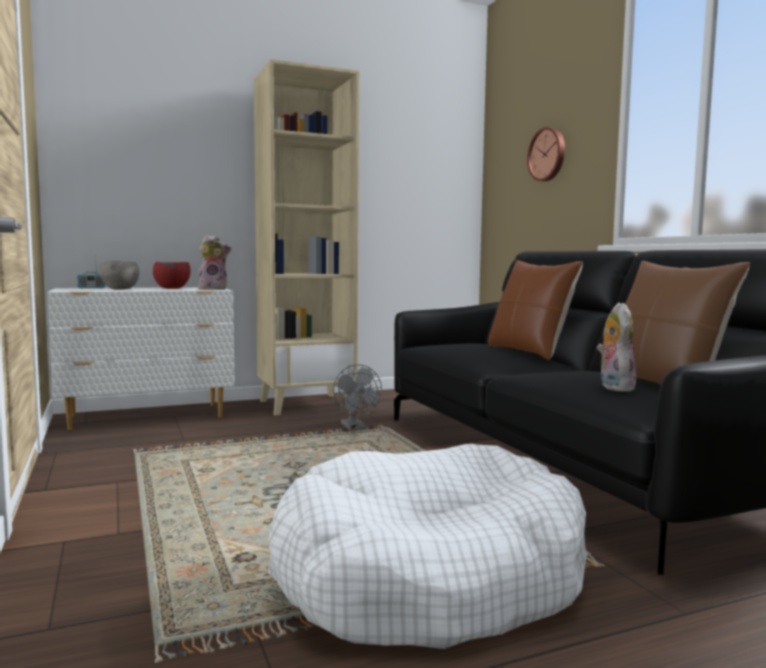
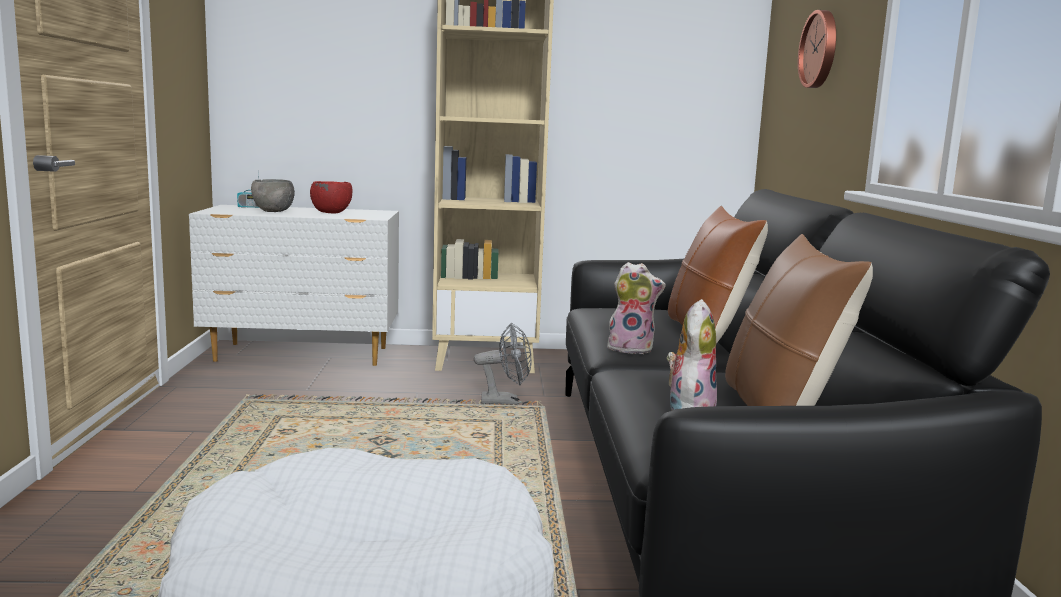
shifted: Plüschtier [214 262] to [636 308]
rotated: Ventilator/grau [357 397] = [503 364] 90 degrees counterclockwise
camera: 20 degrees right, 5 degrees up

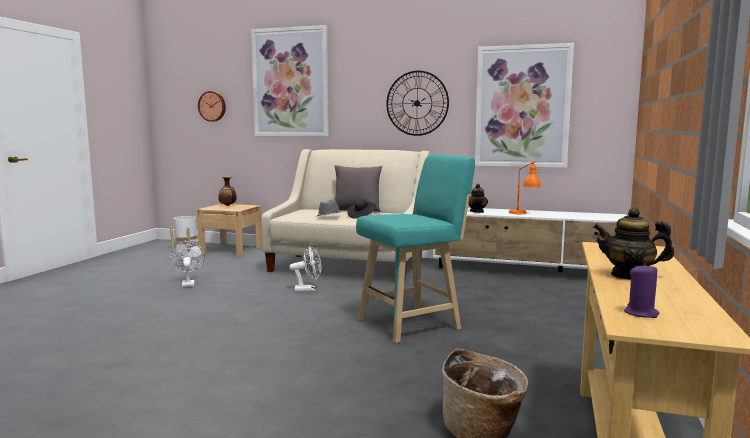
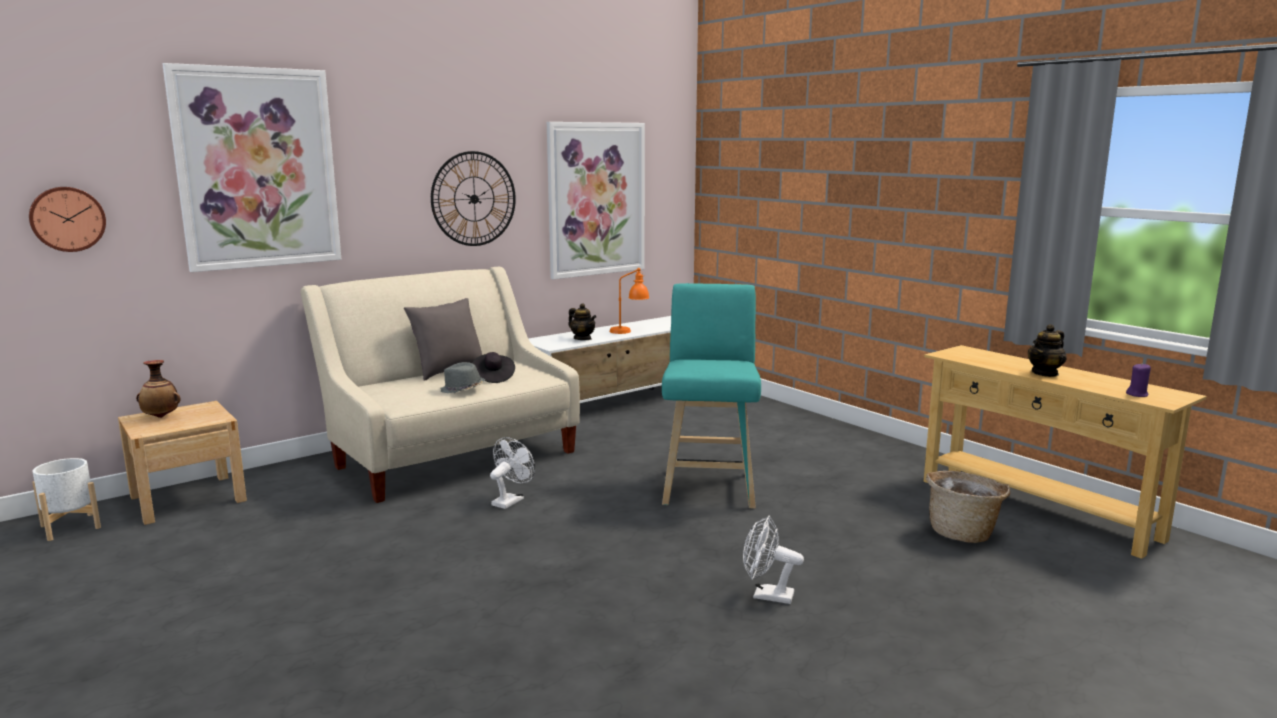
shifted: Ventilator/weiß [187 264] to [773 560]
camera: 55 degrees left, 5 degrees up

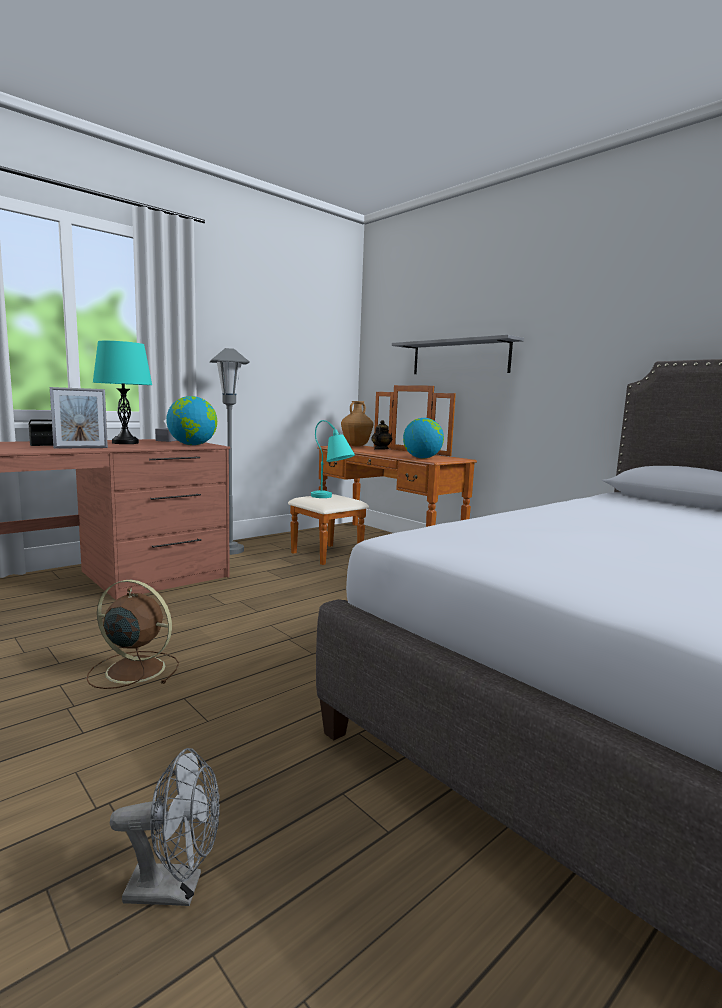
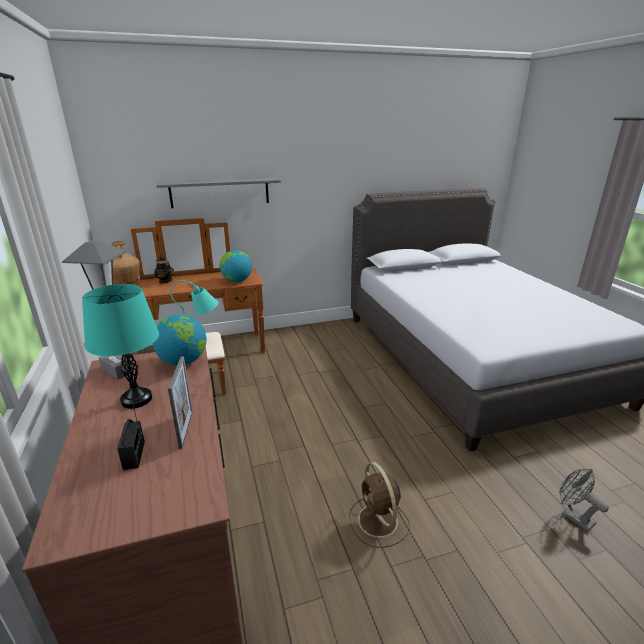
rotated: Ventilator/braun [133 634] = [379 505] 60 degrees counterclockwise; Ventilator/grau [165 827] = [584 500] 60 degrees counterclockwise
camera: 65 degrees left, 15 degrees up

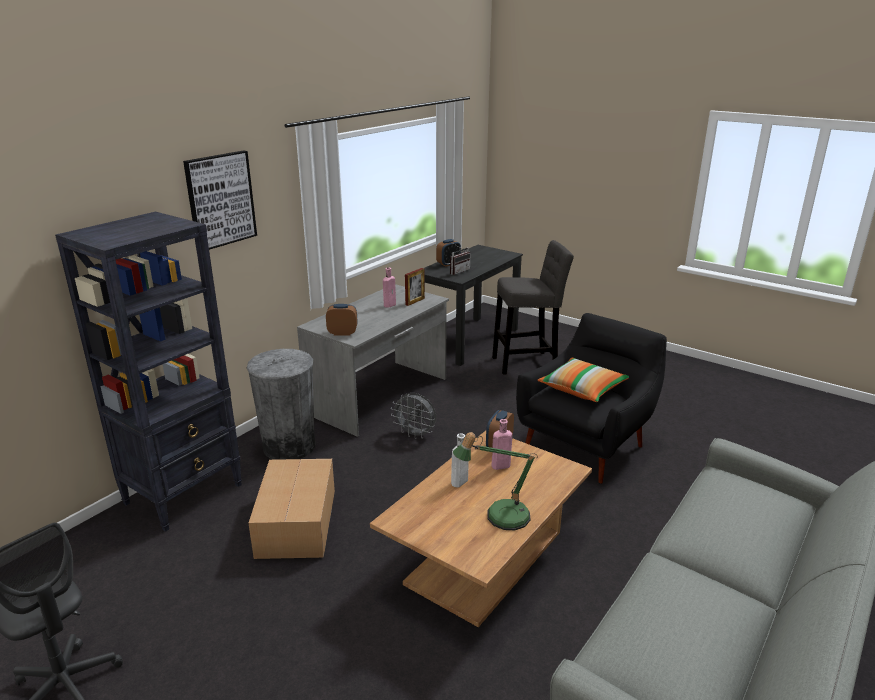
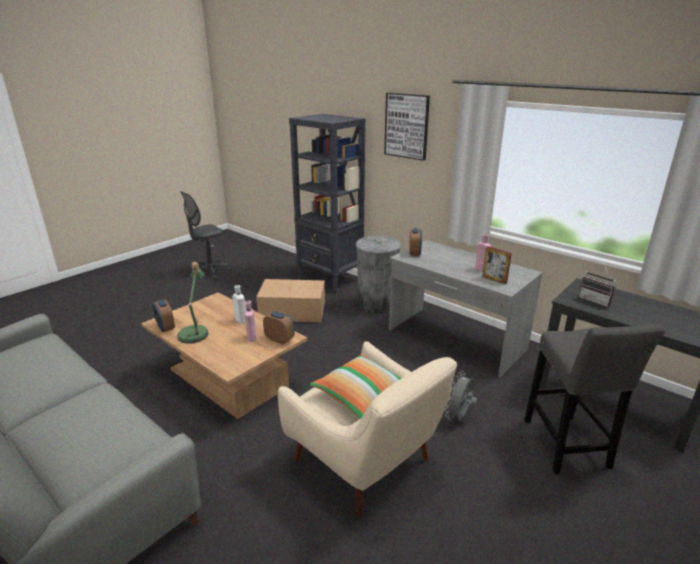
shifted: Wecker [448 252] to [163 315]; Ventilator/grau [413 416] to [461 395]
repainted: Sessel/schwarz [591 398] to Sessel/beige [367 429]
camera: 95 degrees right, 0 degrees up

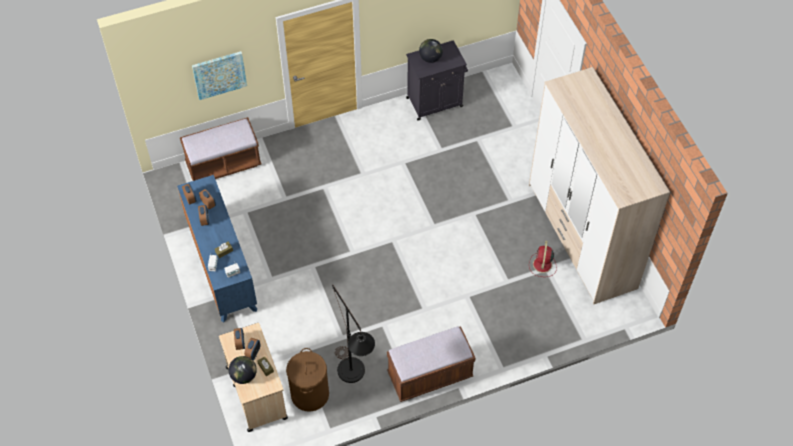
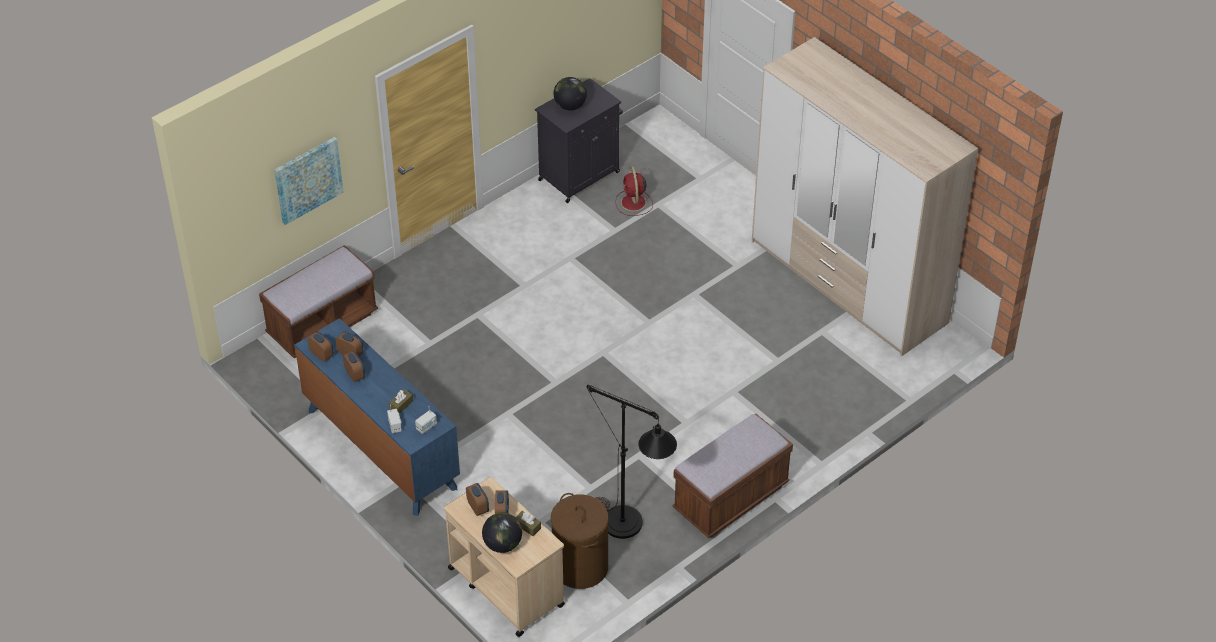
shifted: Ventilator/rot [543 259] to [634 191]
camera: 20 degrees left, 10 degrees down

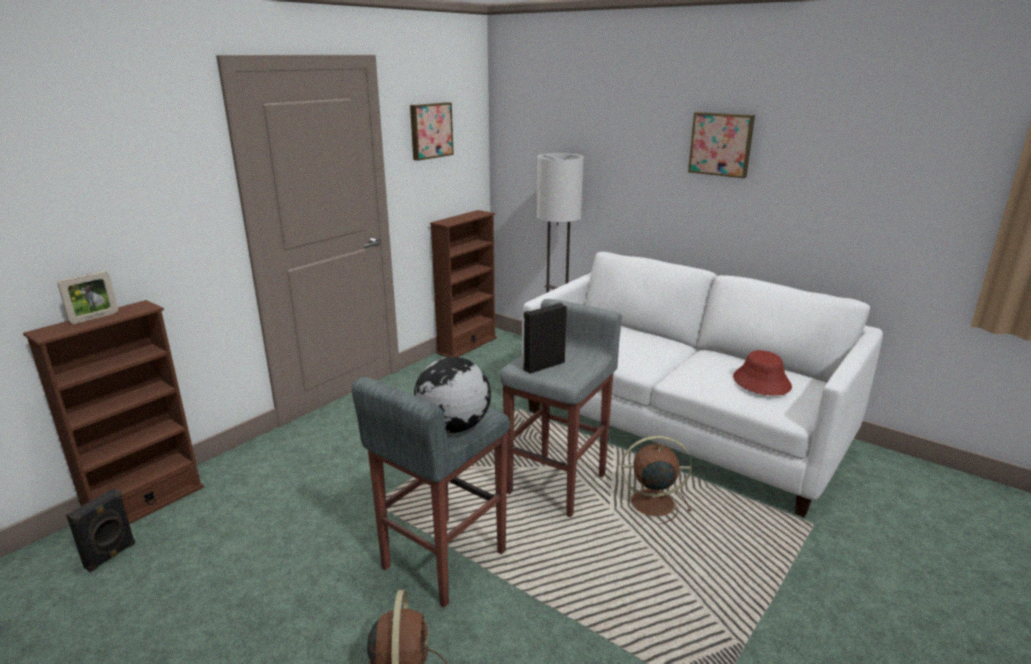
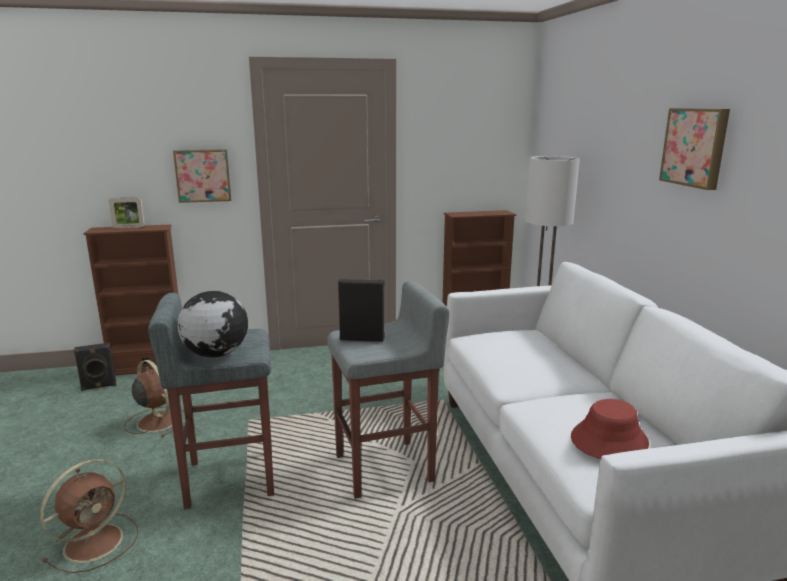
shifted: Bild [432 131] to [202 176]; Ventilator/braun [656 480] to [155 398]
camera: 40 degrees right, 5 degrees down

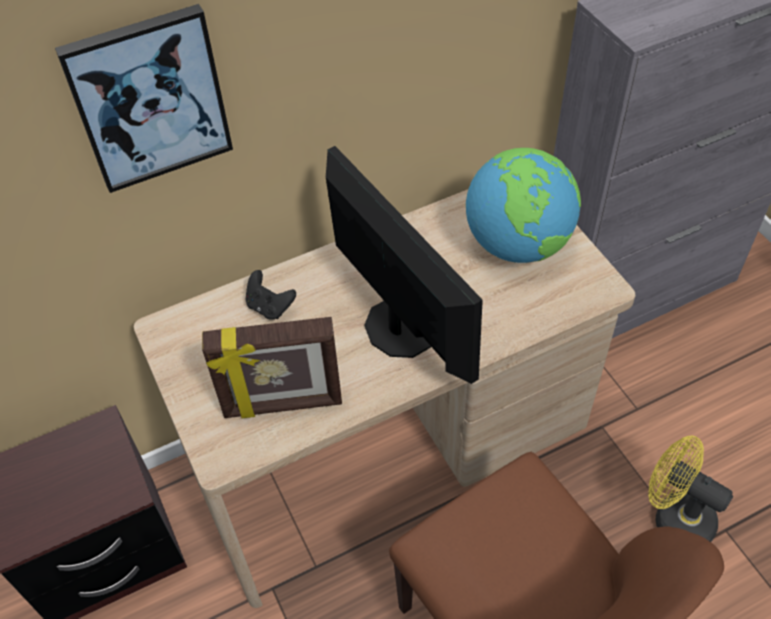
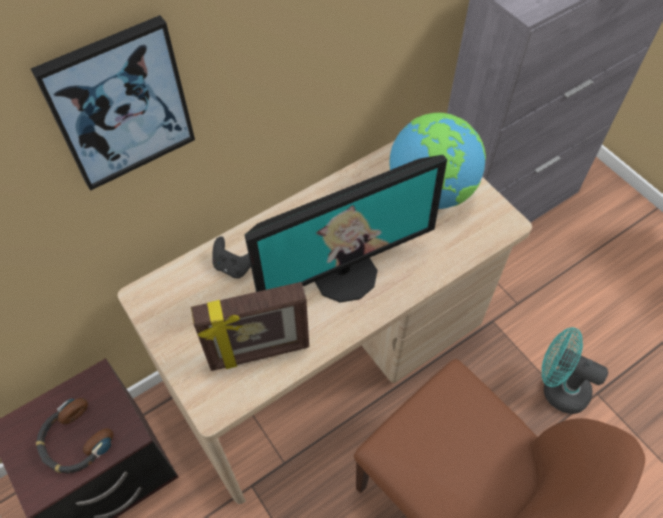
new: Kopfhörer [74 436]
repainted: Ventilator/gelb [690 489] to Ventilator/türkis [575 370]
rotated: Monitor [404 265] = [346 229] 105 degrees clockwise
camera: 10 degrees left, 5 degrees up

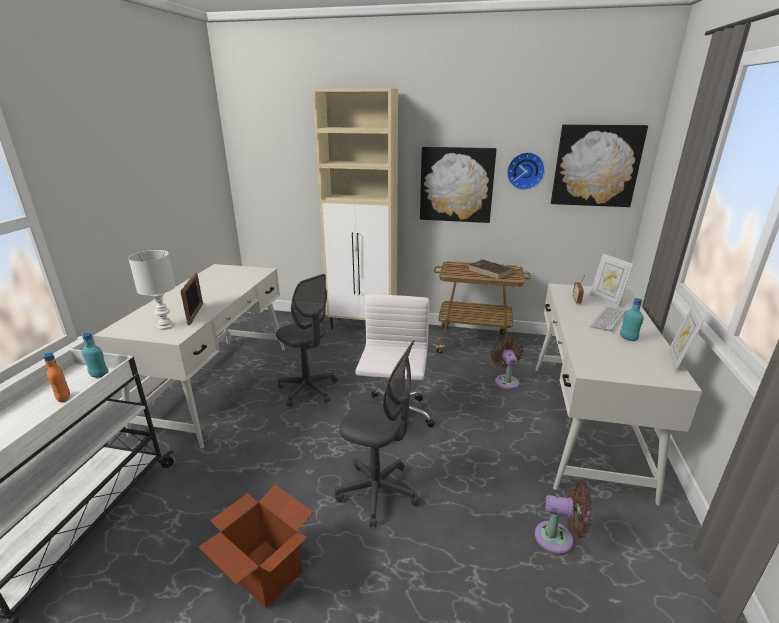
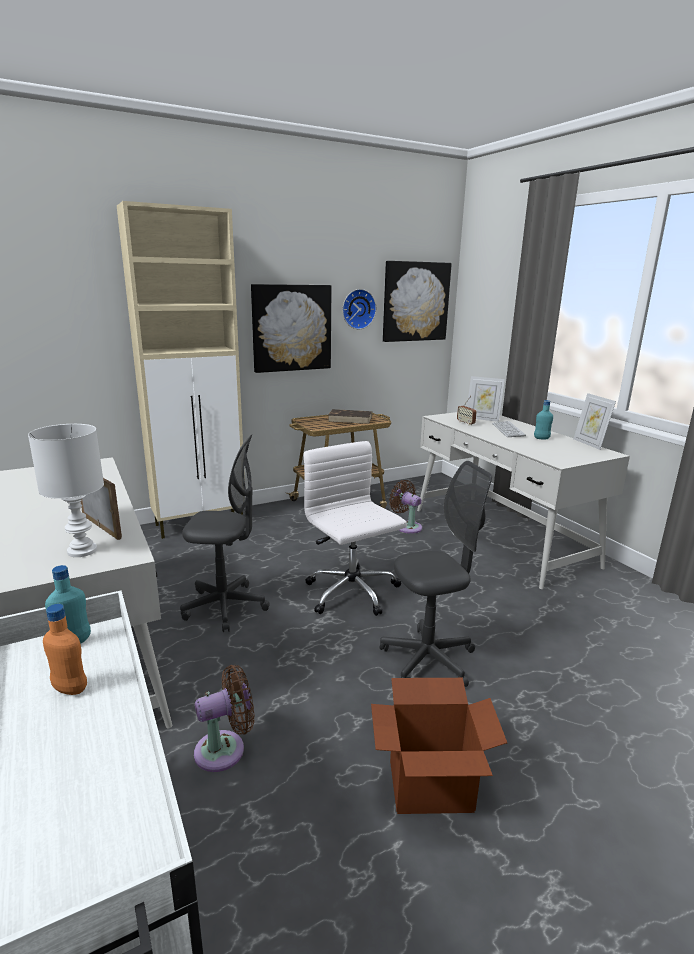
shifted: Ventilator/braun [563 518] to [224 718]
camera: 40 degrees left, 5 degrees down

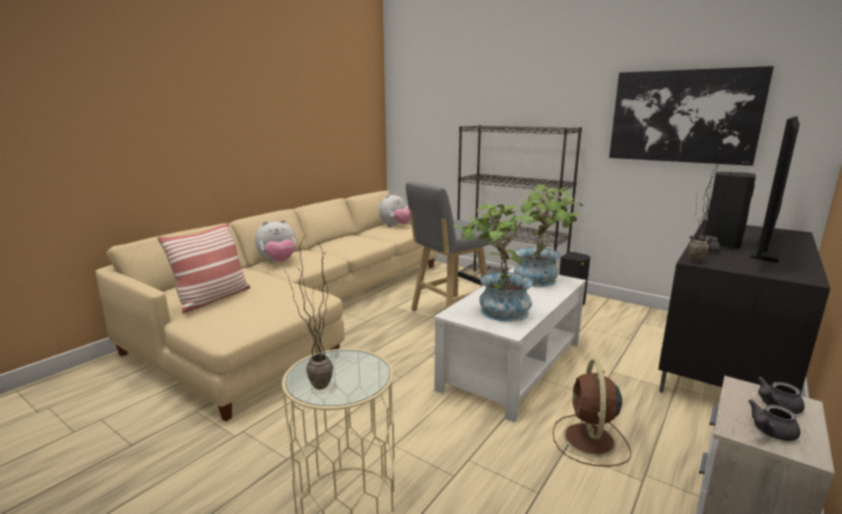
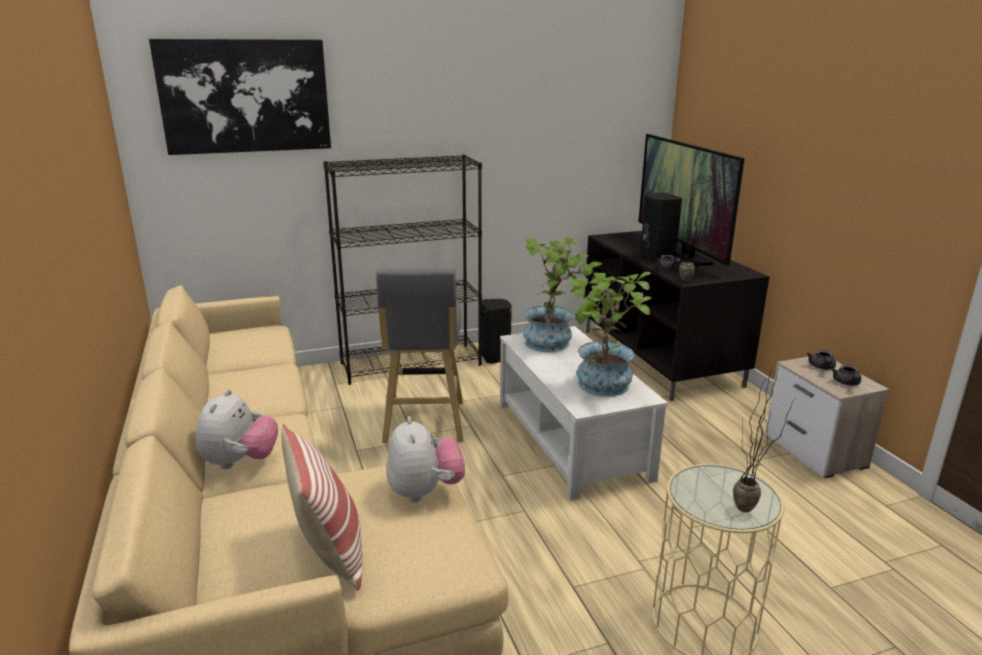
gone: Ventilator/braun [592 413]
shifted: Bild [691 116] to [240 97]; Plüschtier [395 210] to [426 459]
camera: 55 degrees left, 5 degrees up

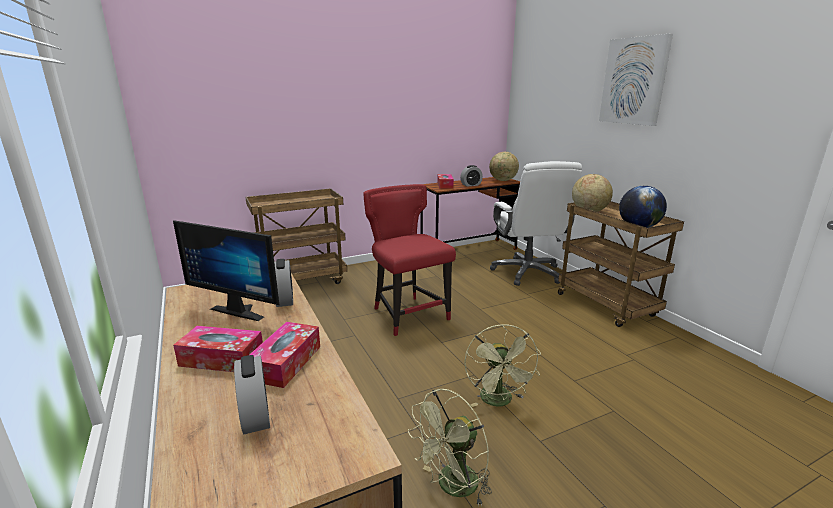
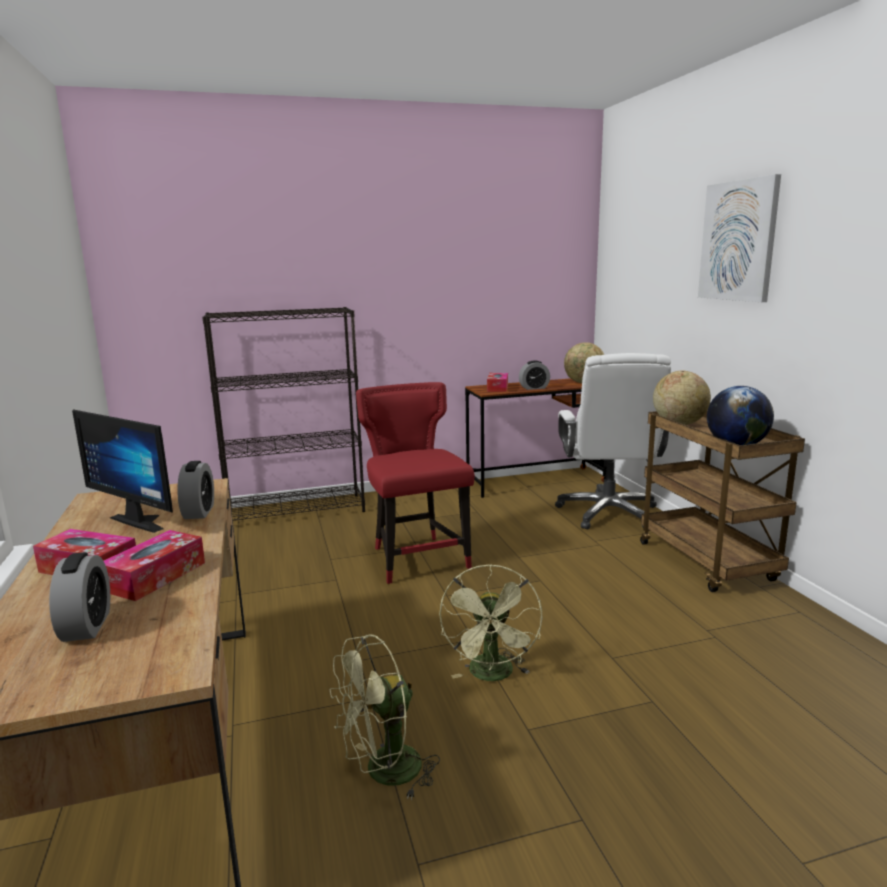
swapped: Rollwagen/braun [296 236] to Bücherregal/schwarz [283 414]
camera: 10 degrees right, 5 degrees down

